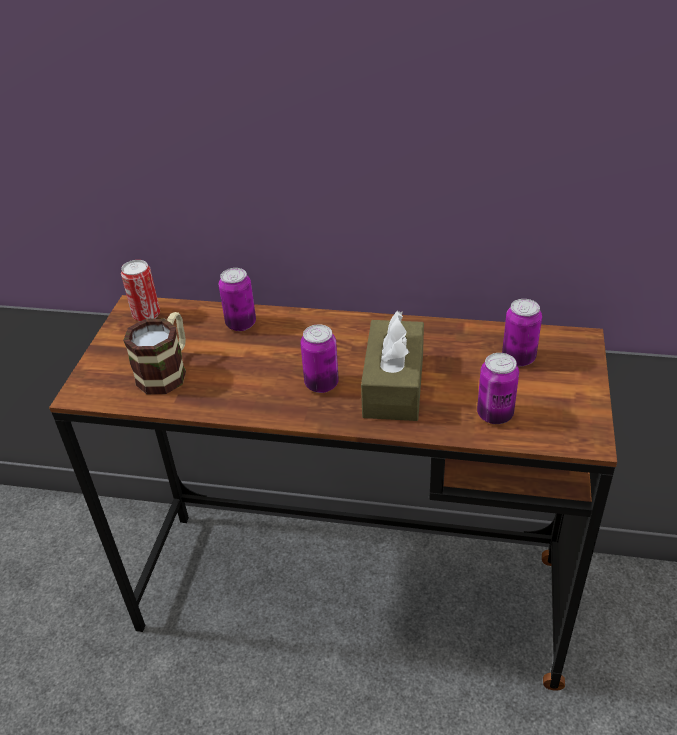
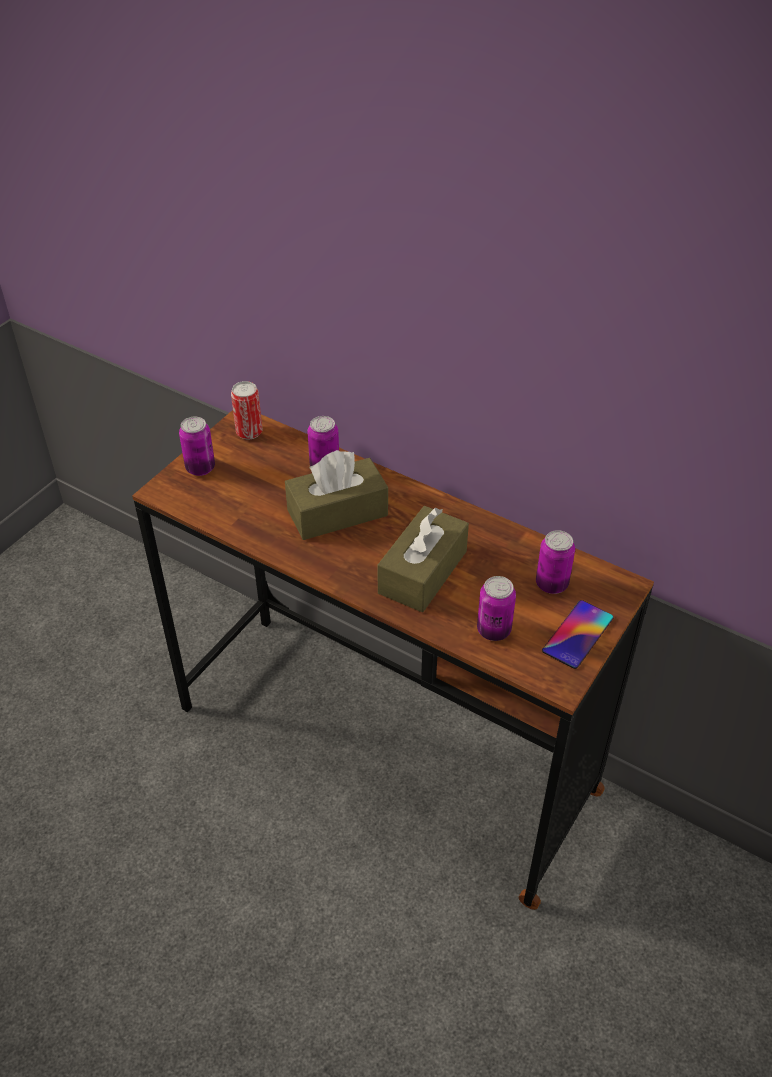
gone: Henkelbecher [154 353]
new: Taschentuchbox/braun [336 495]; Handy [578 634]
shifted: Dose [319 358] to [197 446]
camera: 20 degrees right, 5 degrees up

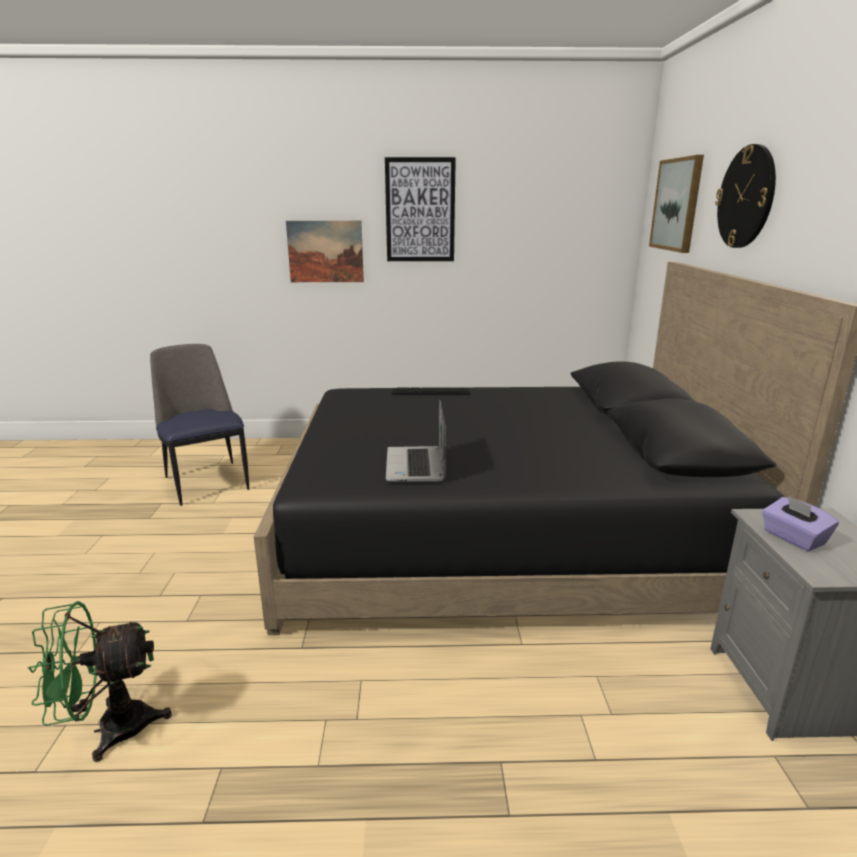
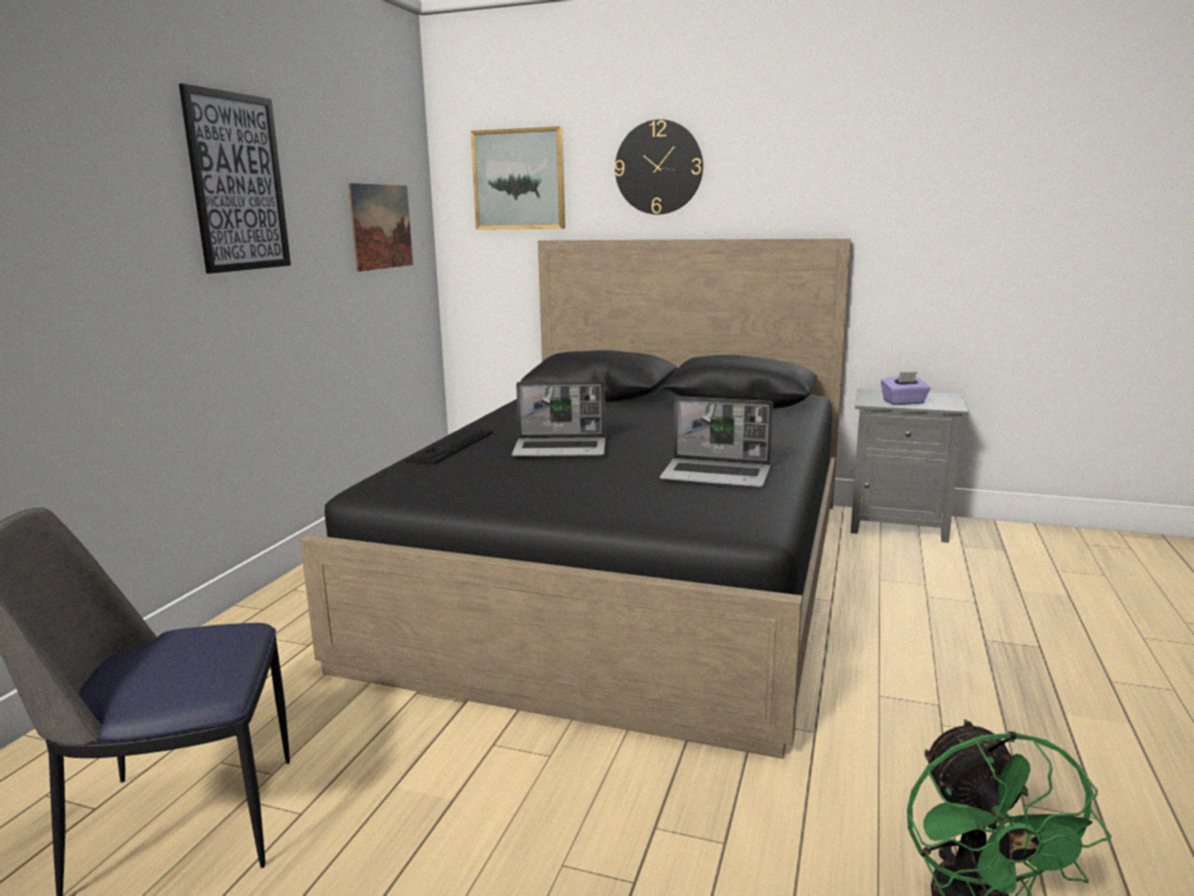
new: Laptop [558 419]
shifted: Bild [325 251] to [380 227]
camera: 70 degrees left, 5 degrees down

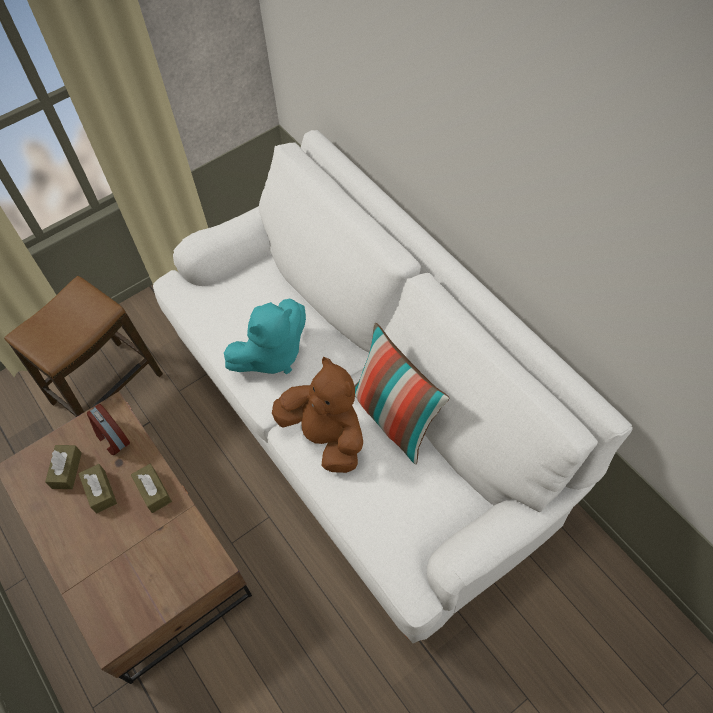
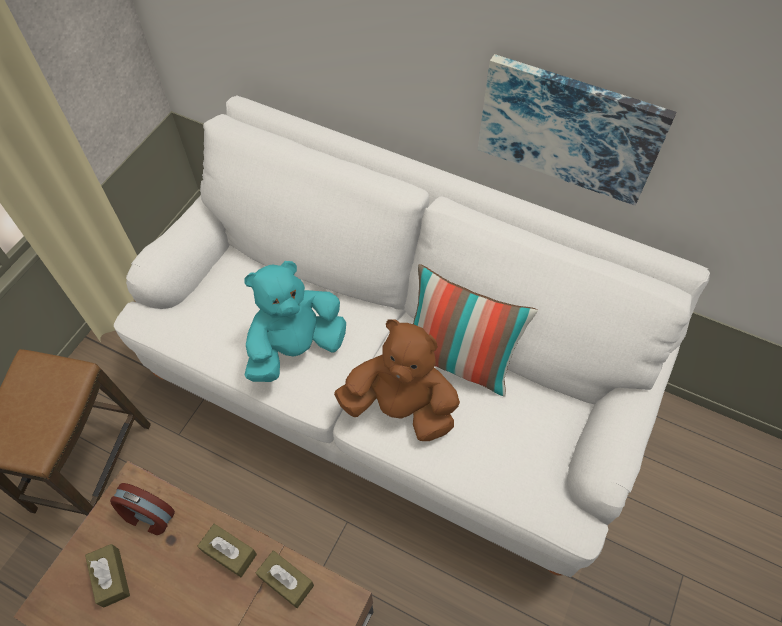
new: Bild [577 130]
shifted: Taschentuchbox/braun [97 488] to [285 579]
rotated: Plüschtier/türkis [265 336] = [295 321] 150 degrees counterclockwise
camera: 30 degrees left, 0 degrees up

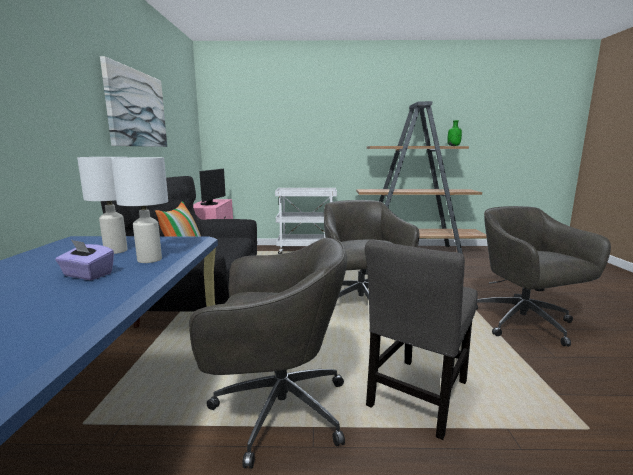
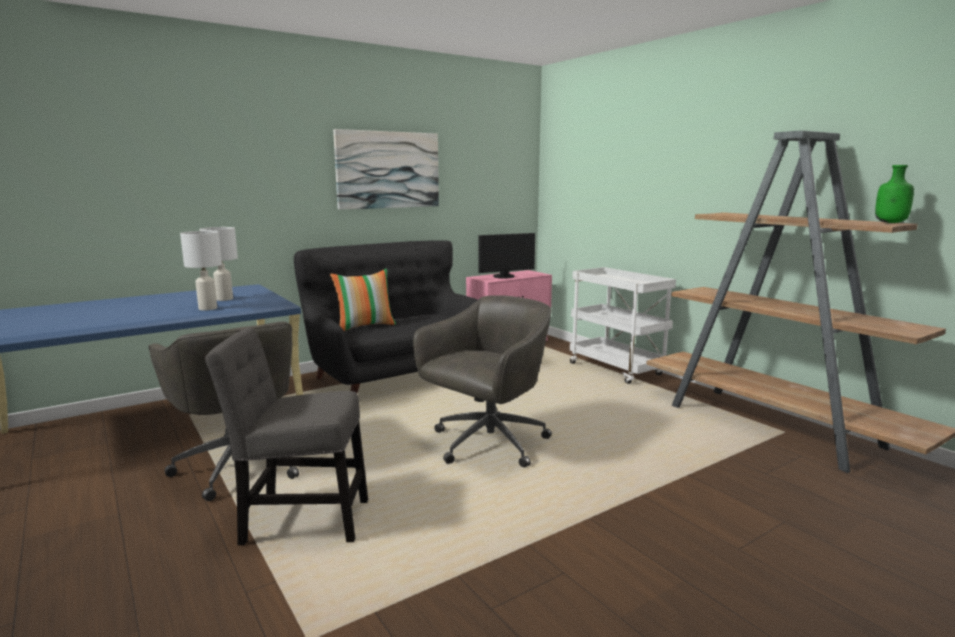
gone: Bürostuhl/grau [543 276]; Taschentuchbox/lila [84 260]
camera: 55 degrees right, 0 degrees up

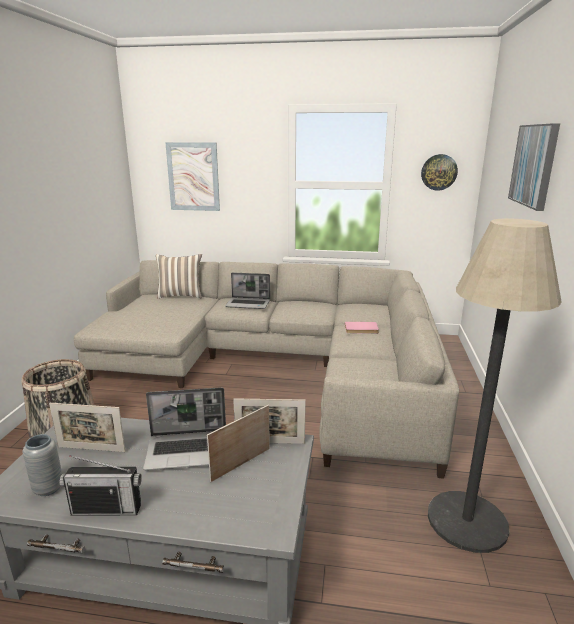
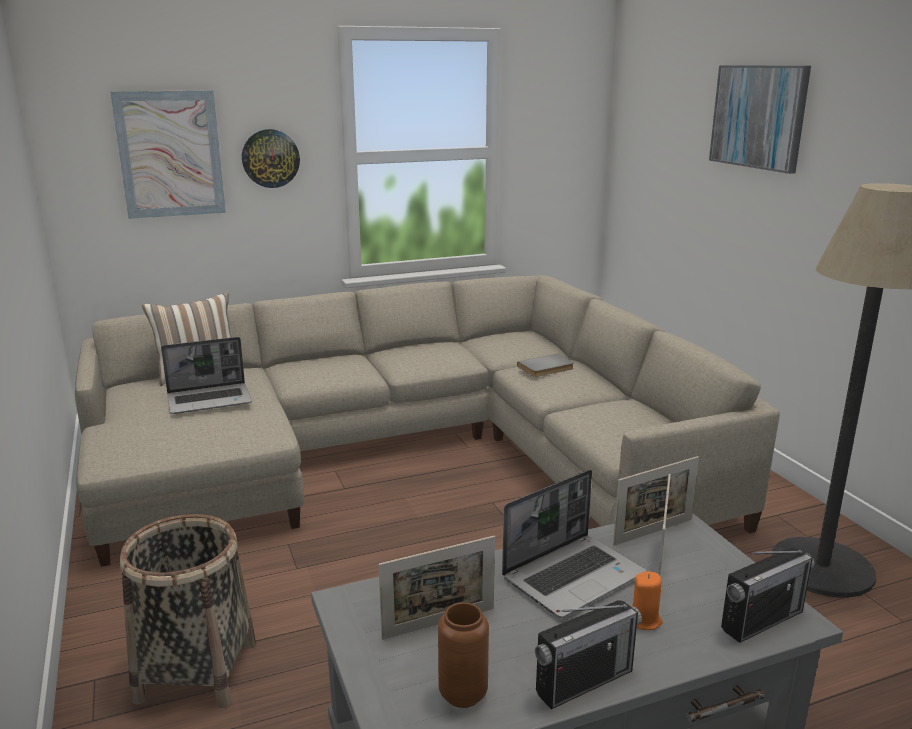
new: Radio [768 595]; Kerze/orange [647 600]
shifted: Wanduhr [439 172] to [271 158]; Laptop [247 290] to [206 375]
repainted: Buch/rosa [362 328] to Buch/grau [545 365]; Vase/grau [42 465] to Vase/braun [463 655]
camera: 30 degrees left, 0 degrees up

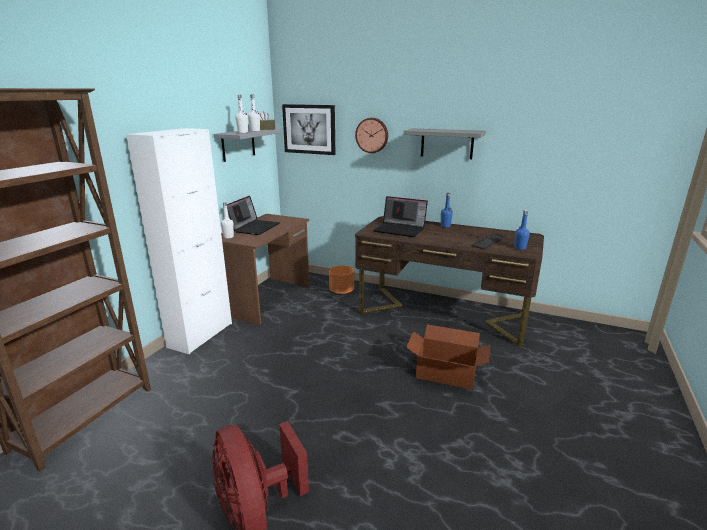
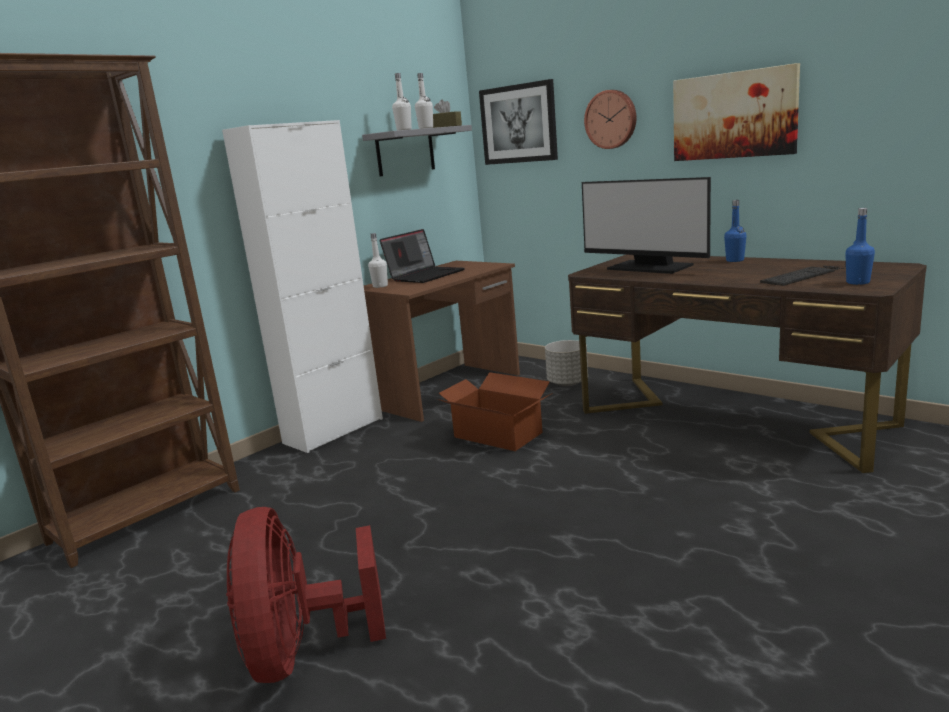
shifted: Karton [448 356] to [494 411]
swapped: Wandregal/grau [445 143] to Bild [736 112]; Laptop [400 216] to Monitor [646 225]
repainted: Pflanzkübel/orange [341 279] to Pflanzkübel/grau [566 363]
camera: 20 degrees right, 5 degrees down

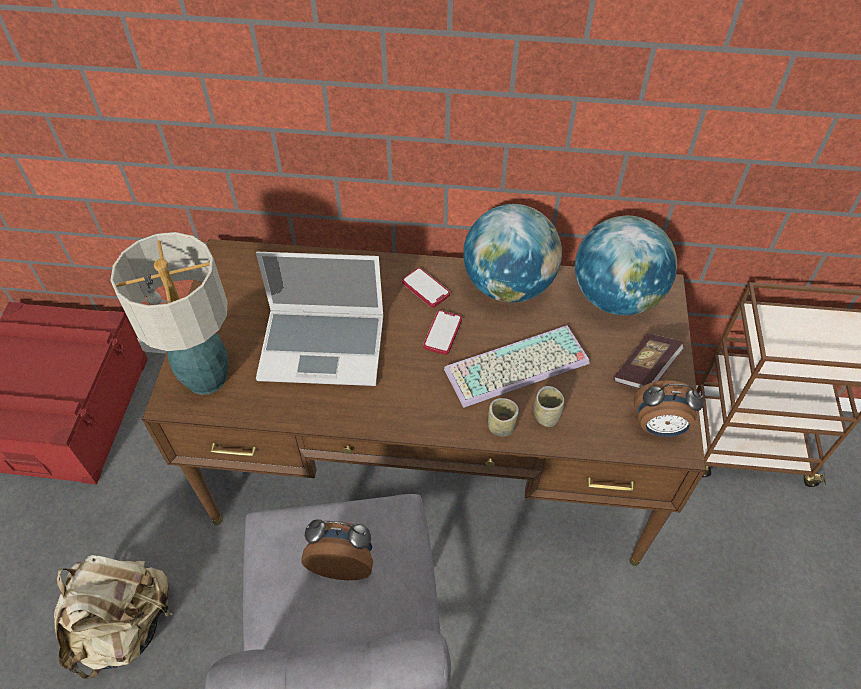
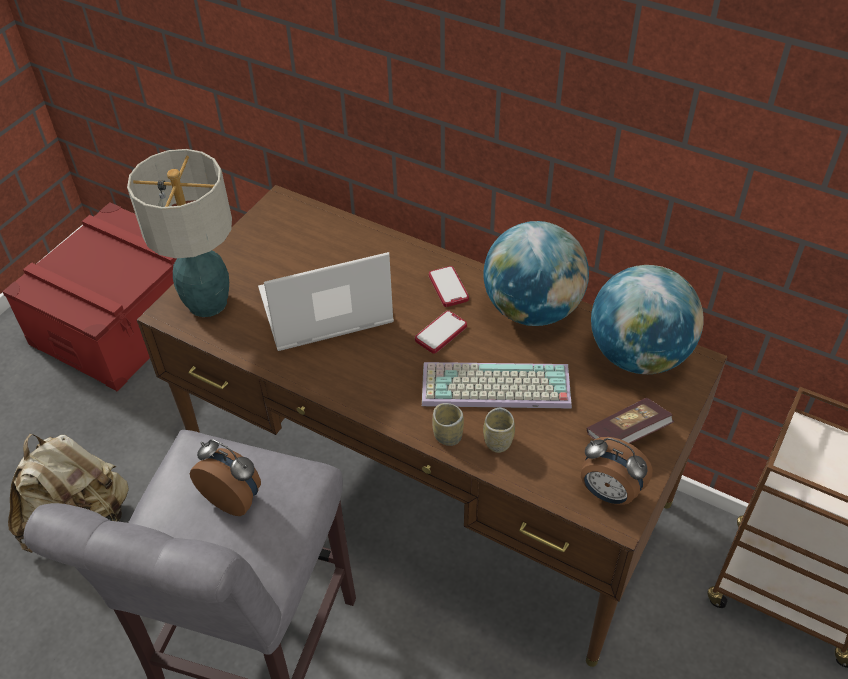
rotated: Laptop [320 319] = [326 301] 135 degrees clockwise
camera: 25 degrees right, 5 degrees down

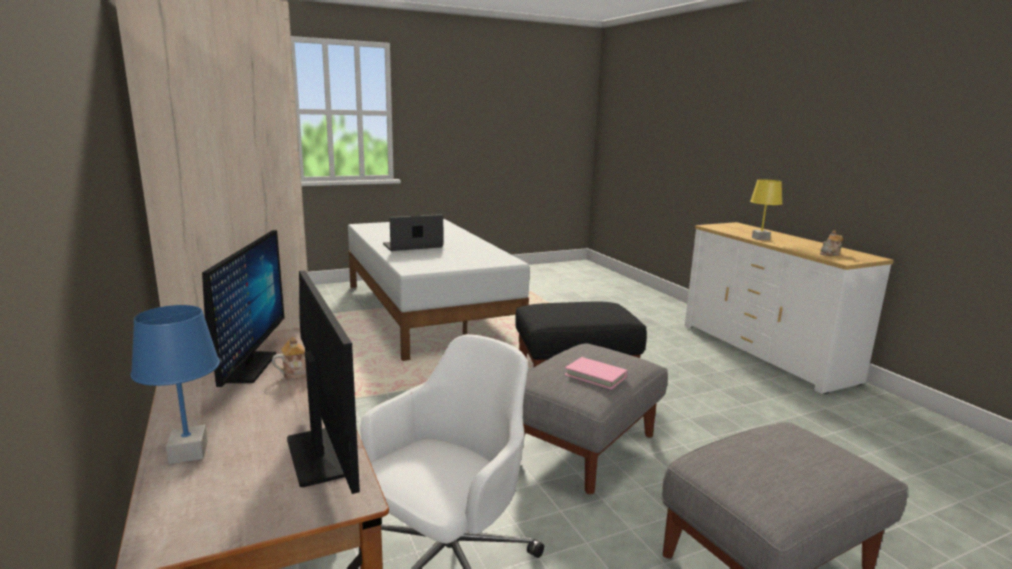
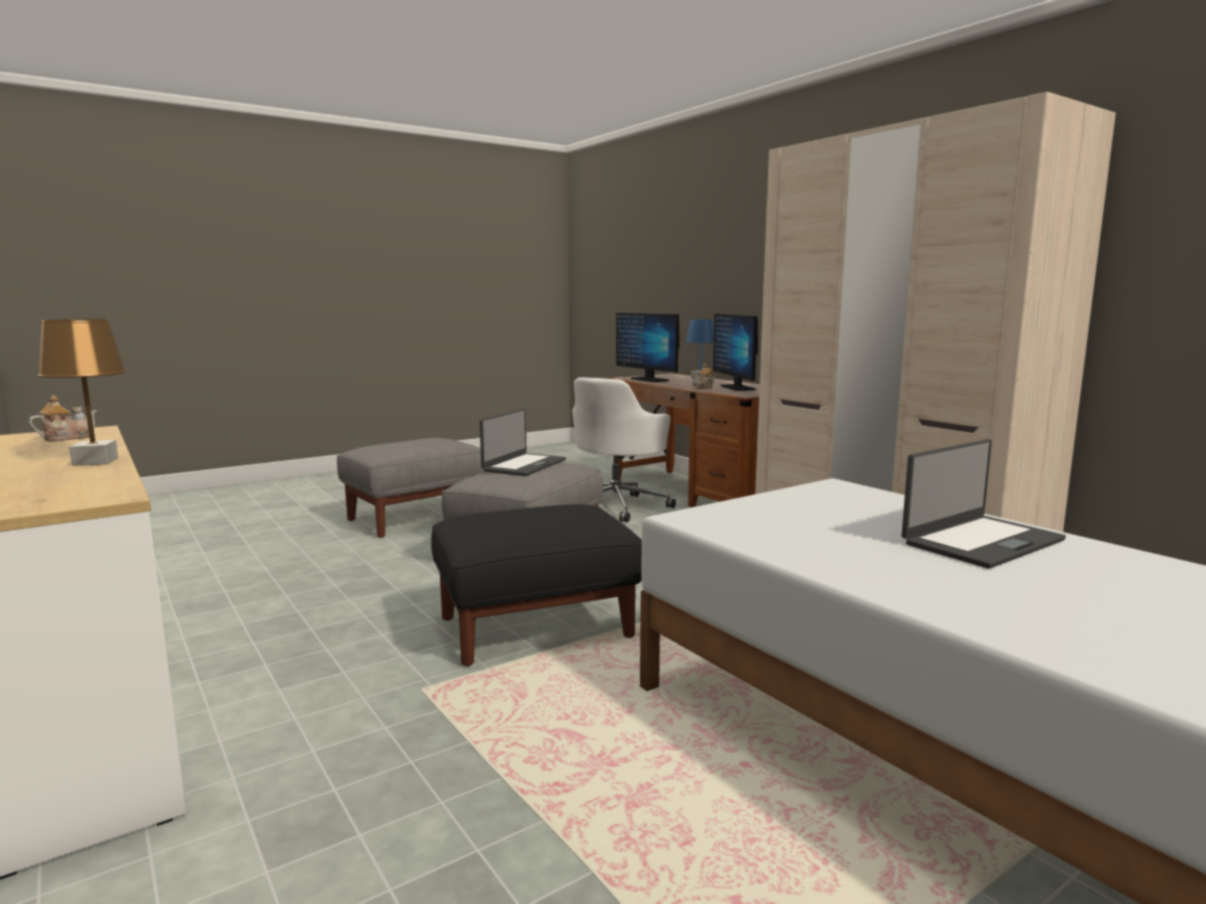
swapped: Buch/rosa [596 373] to Laptop [523 442]
repainted: Tischlampe/gelb [766 209] to Tischlampe/braun [82 392]
camera: 170 degrees right, 5 degrees down

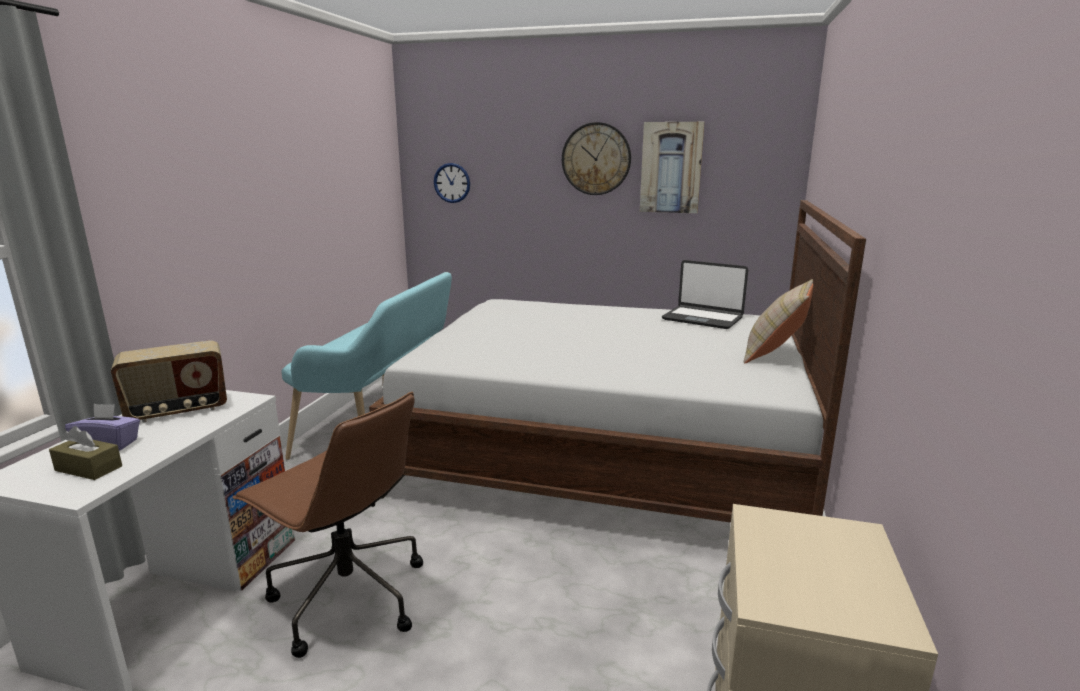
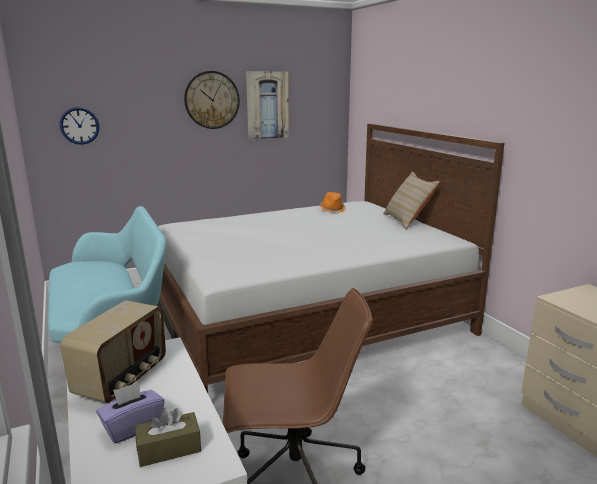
swapped: Laptop [705 294] to Hut/orange [332 202]
camera: 40 degrees left, 0 degrees up

